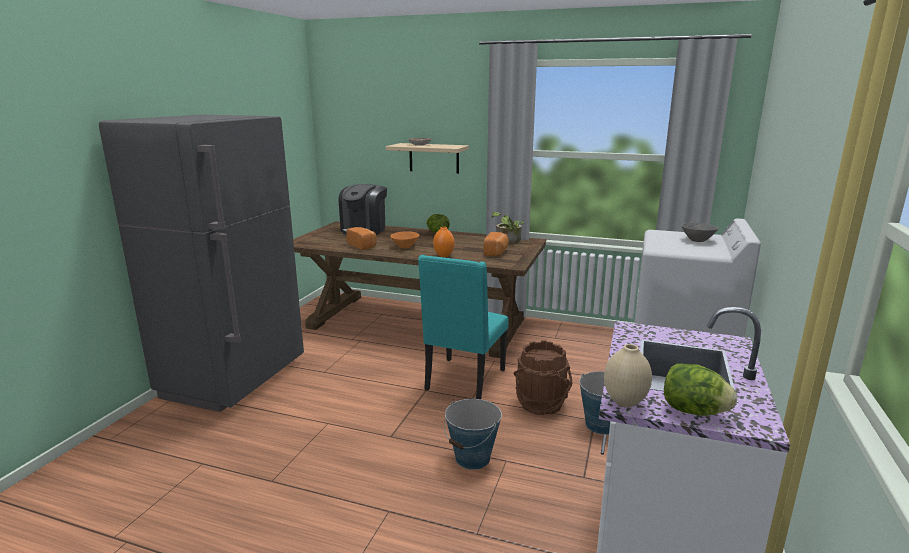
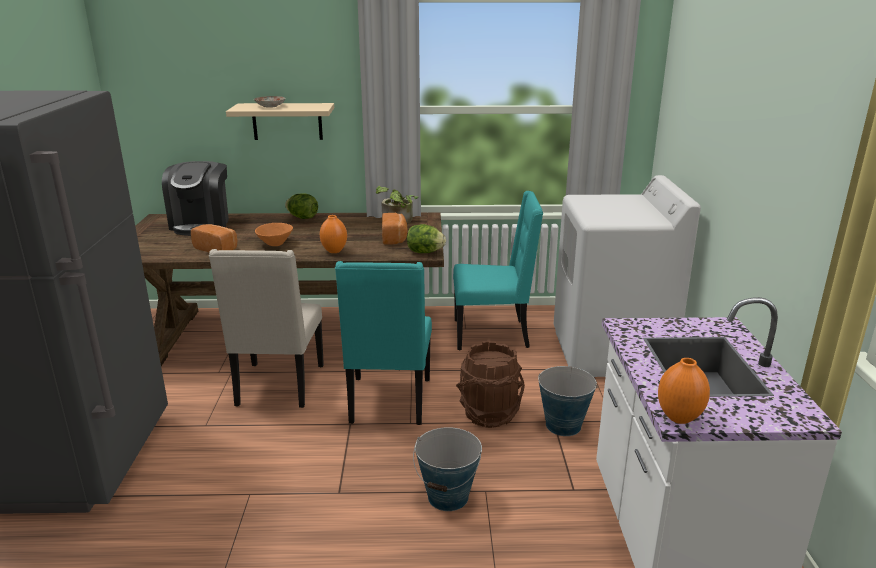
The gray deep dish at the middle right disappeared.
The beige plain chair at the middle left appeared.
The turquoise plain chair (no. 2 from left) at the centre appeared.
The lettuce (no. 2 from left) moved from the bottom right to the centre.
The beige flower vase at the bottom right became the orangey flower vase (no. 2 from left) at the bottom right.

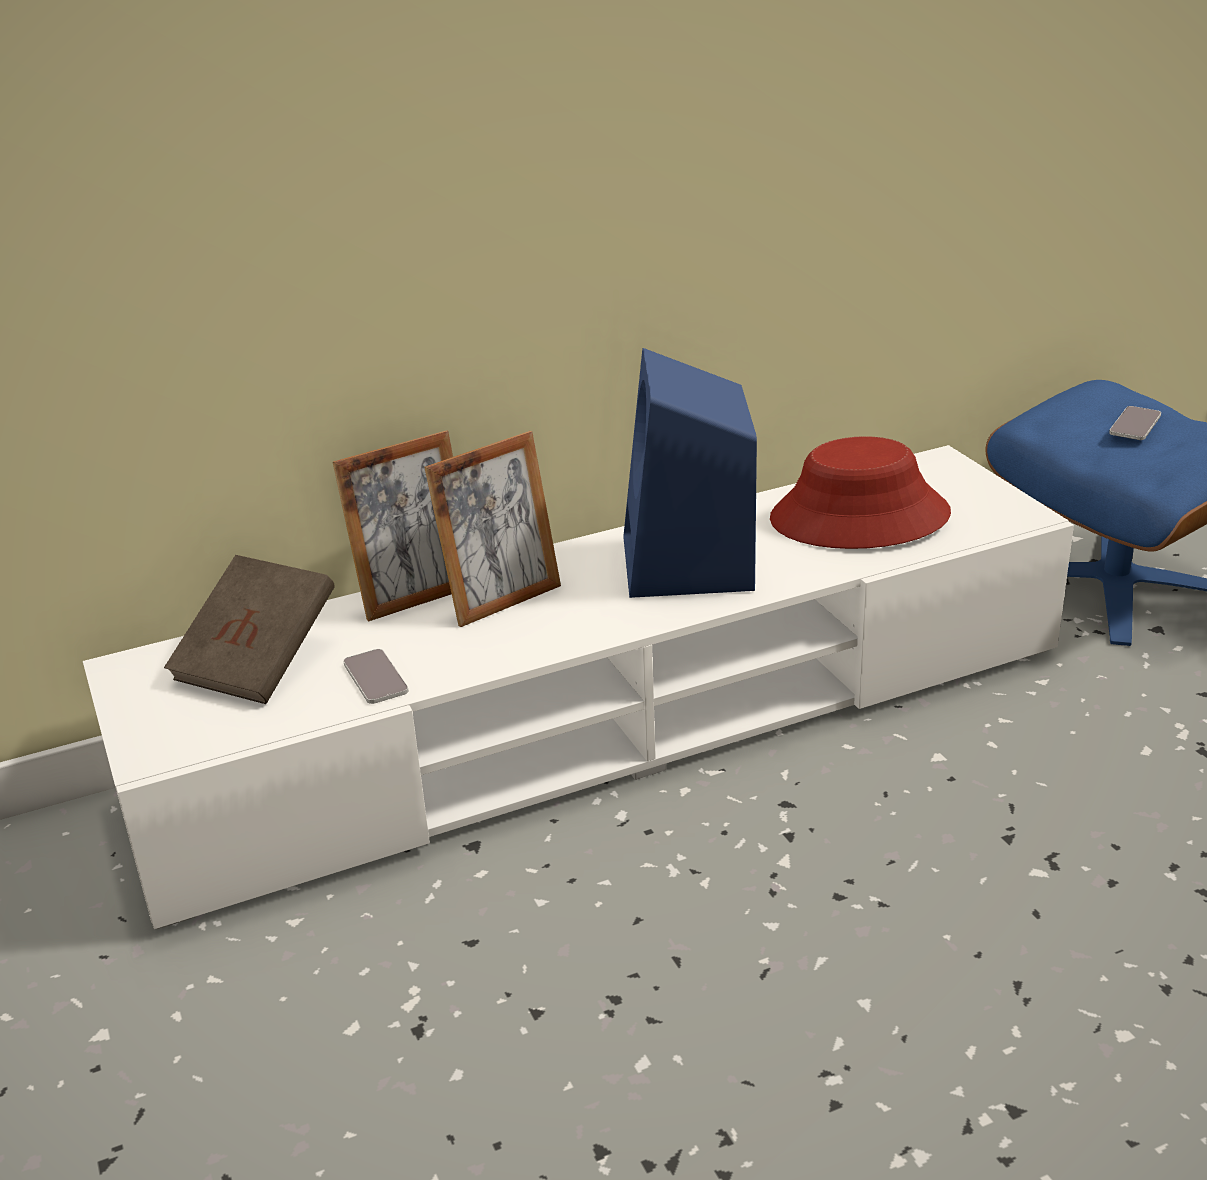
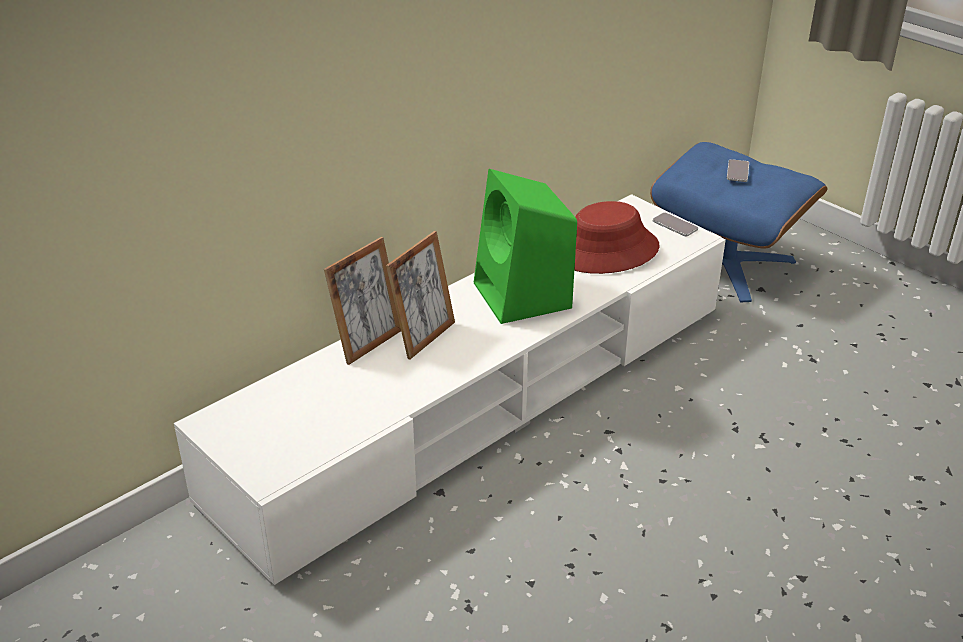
The brown-coloured bound book at the middle left disappeared.
The phone (no. 1 from left) moved from the middle left to the middle right.
The blue audio speaker at the centre became the green-coloured audio speaker at the centre.

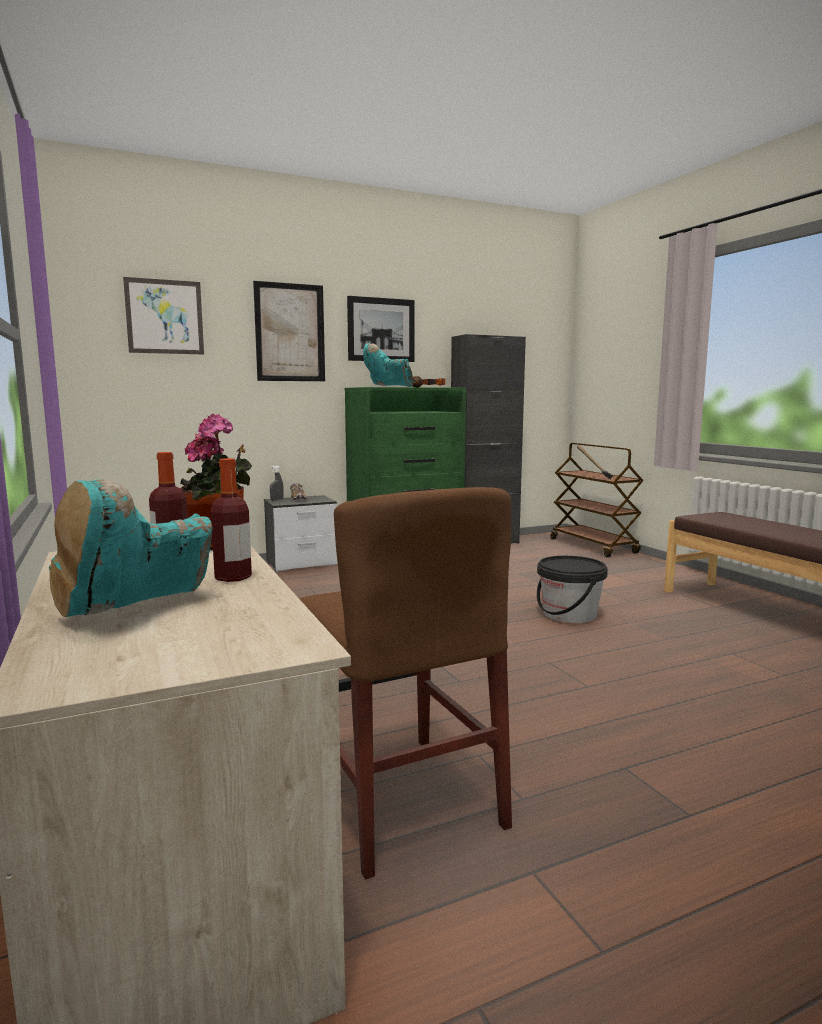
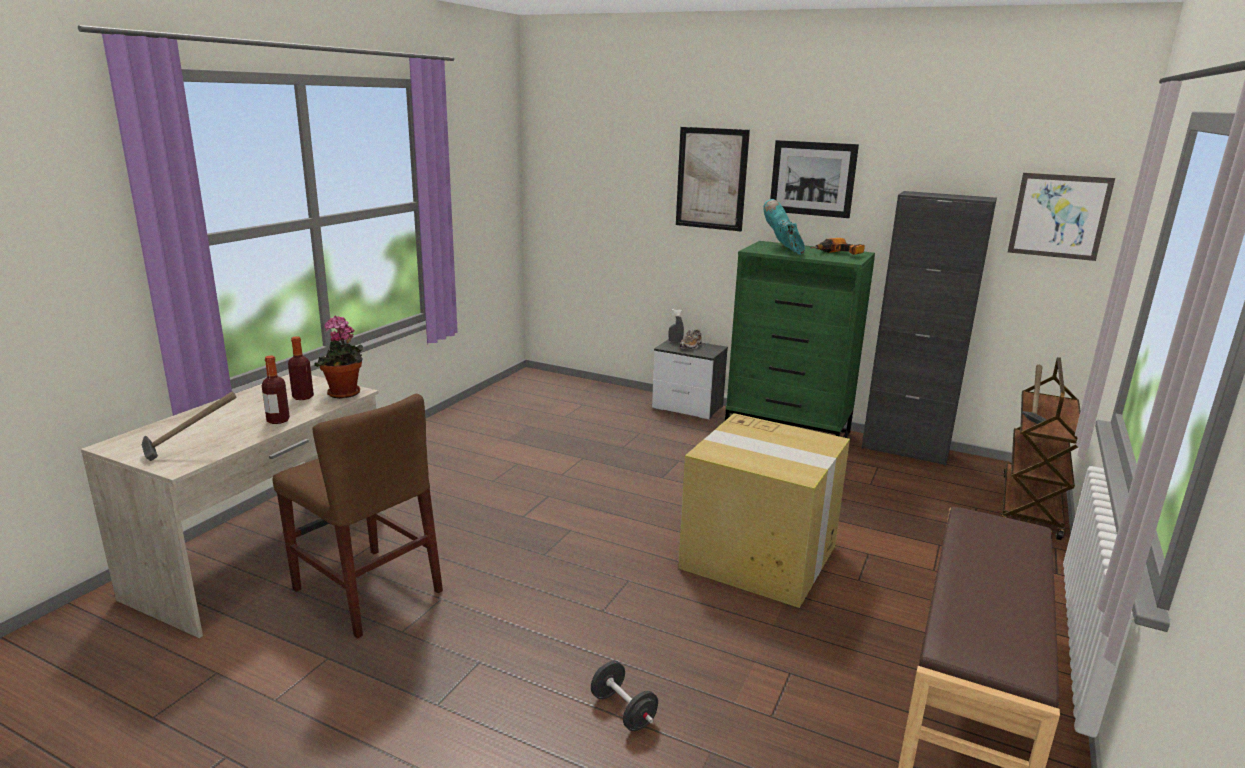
The turquoise tall boot (no. 1 from left) at the middle left disappeared.
The hammer (no. 1 from left) at the middle left appeared.
The blackish dumbbell at the bottom centre appeared.
The wall picture (no. 1 from left in the first image) moved from the top left to the top right.
The blackish water bucket at the middle right was replaced by the packing box at the centre.
The brown-coloured plain chair at the bottom centre turned 75 degrees counterclockwise.

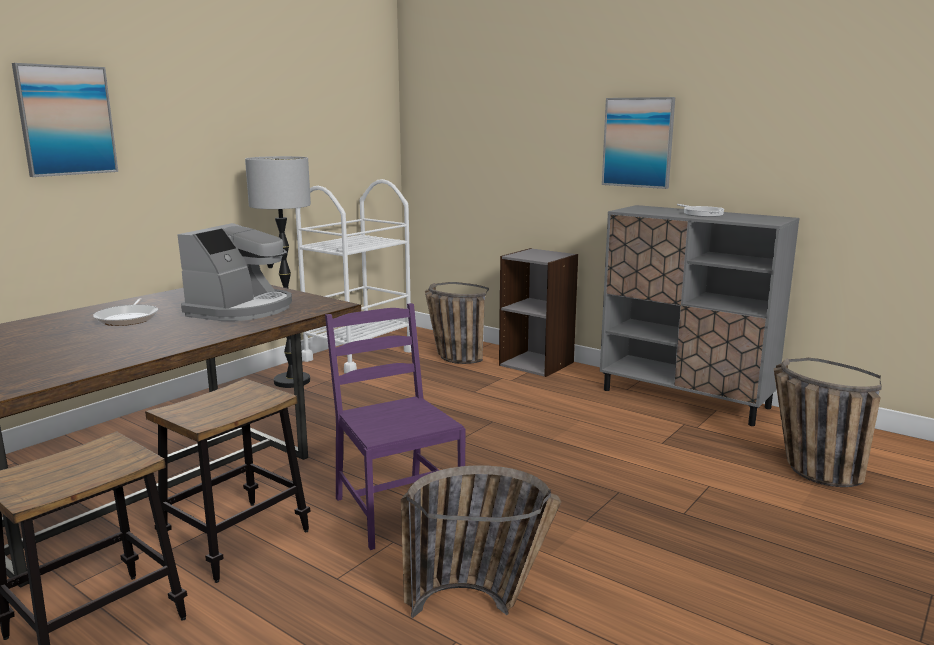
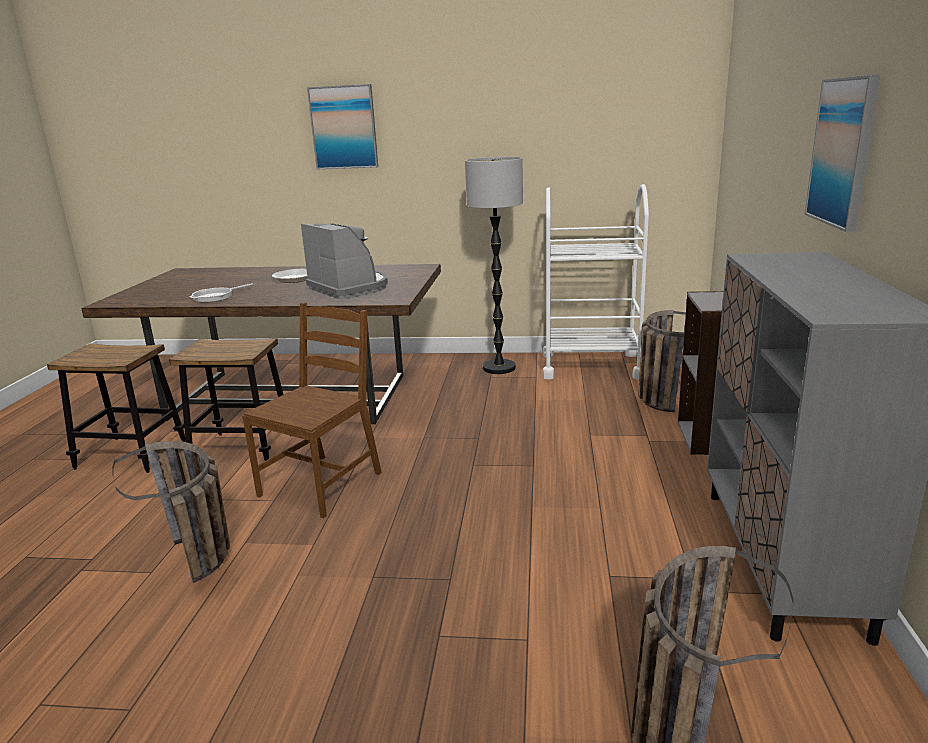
The pan (no. 2 from left in the first image) moved from the top right to the middle left.
The purple plain chair at the centre became the brown-coloured plain chair at the centre.
The coffee brewer at the middle left turned 120 degrees counterclockwise.

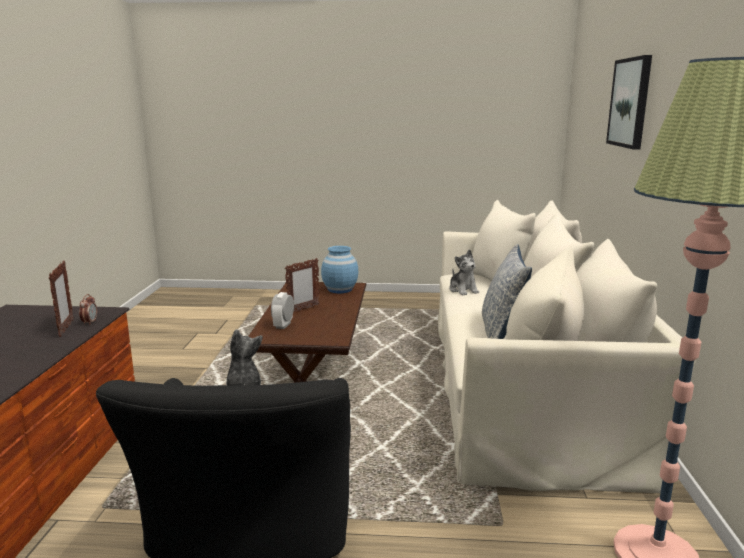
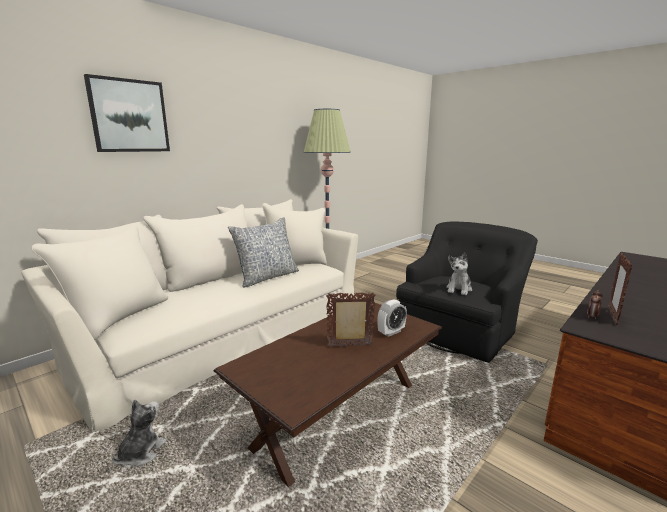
The blue flower vase at the centre disappeared.
The cuddly toy (no. 2 from left in the first image) moved from the centre to the bottom left.

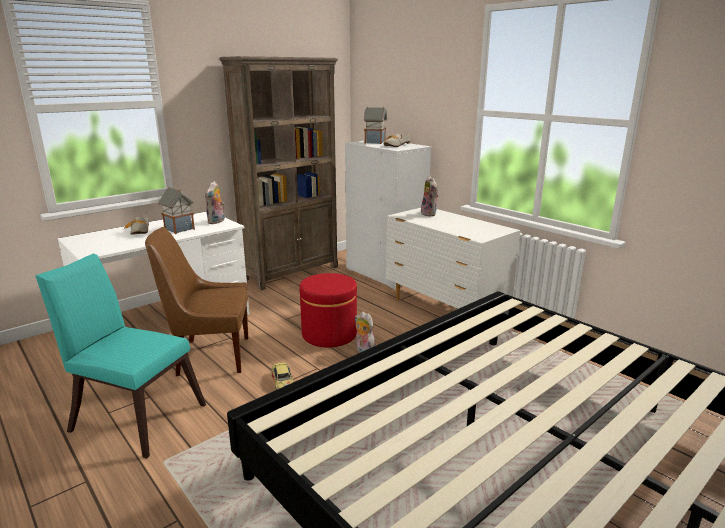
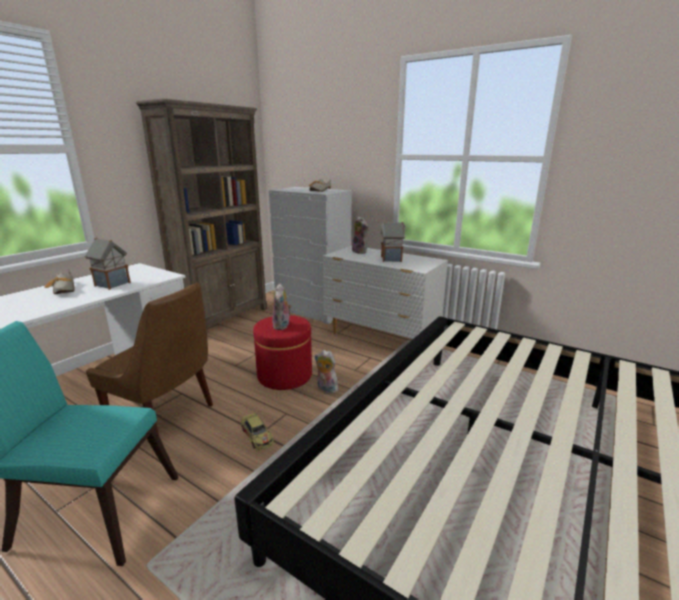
The cuddly toy (no. 1 from left) moved from the middle left to the centre.
The toy house (no. 2 from left) moved from the top centre to the centre.
The brown-coloured plain chair at the middle left turned 135 degrees counterclockwise.

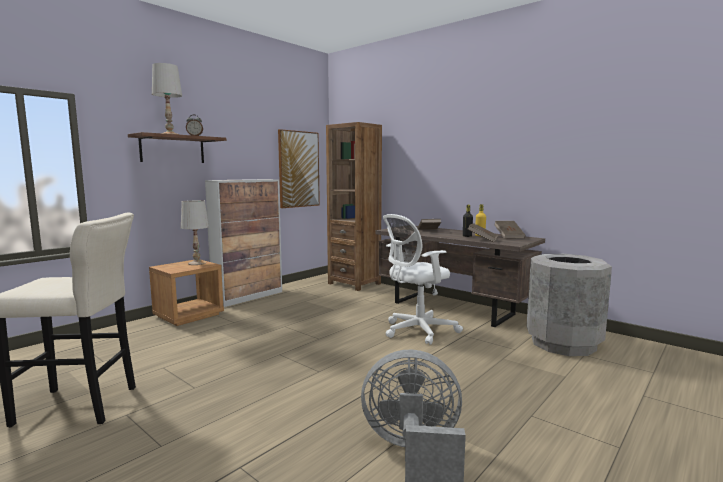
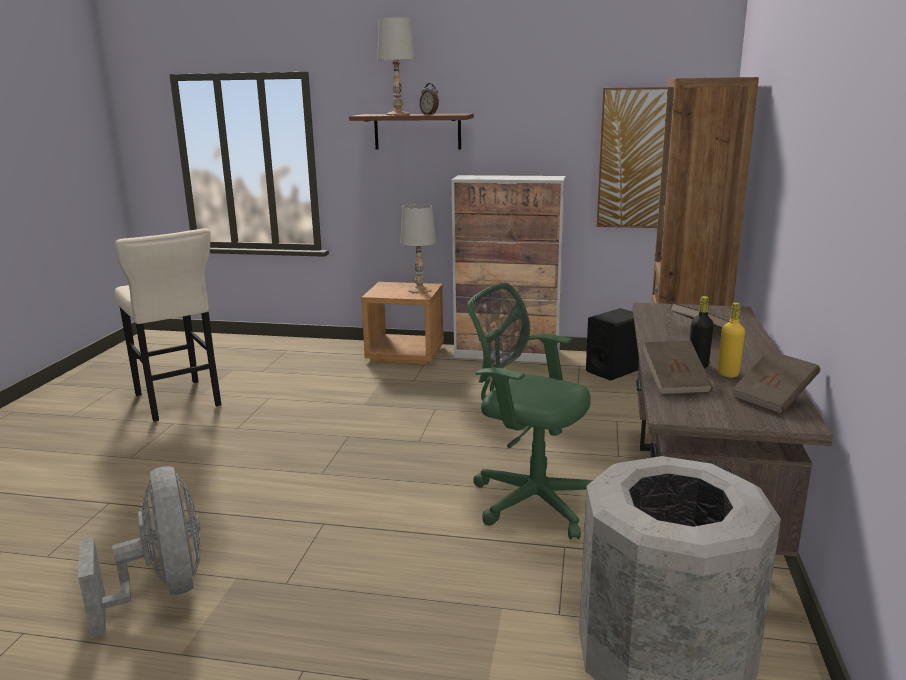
The blackish audio speaker at the middle right appeared.
The white-coloured computer chair at the centre became the green-coloured computer chair at the centre.

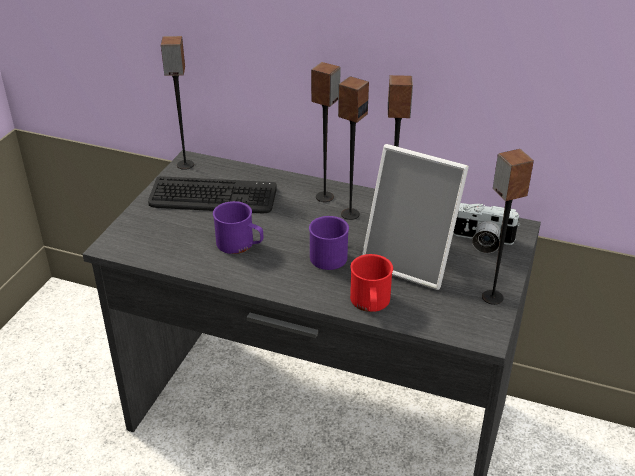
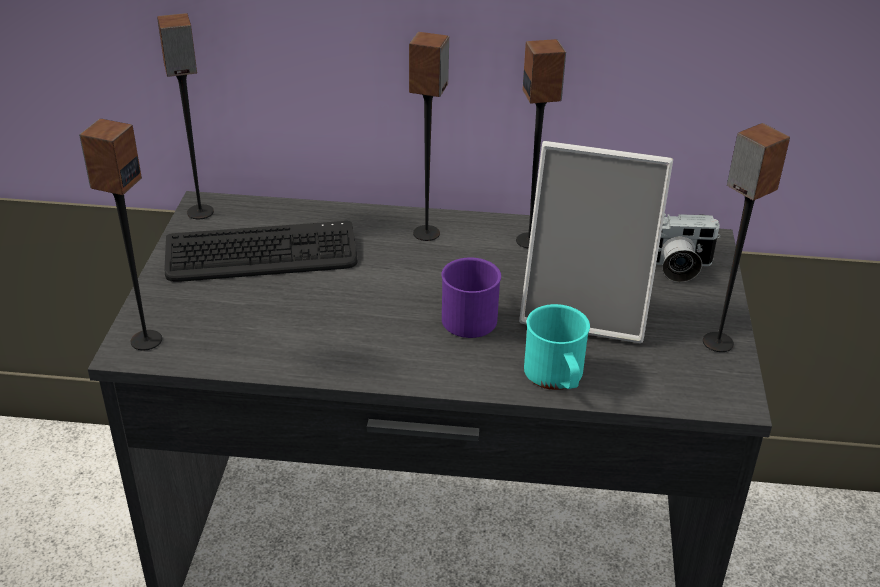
The purple mug (no. 1 from left) at the centre disappeared.
The audio speaker (no. 3 from left in the first image) moved from the top centre to the middle left.
The red mug at the centre became the turquoise mug at the centre.

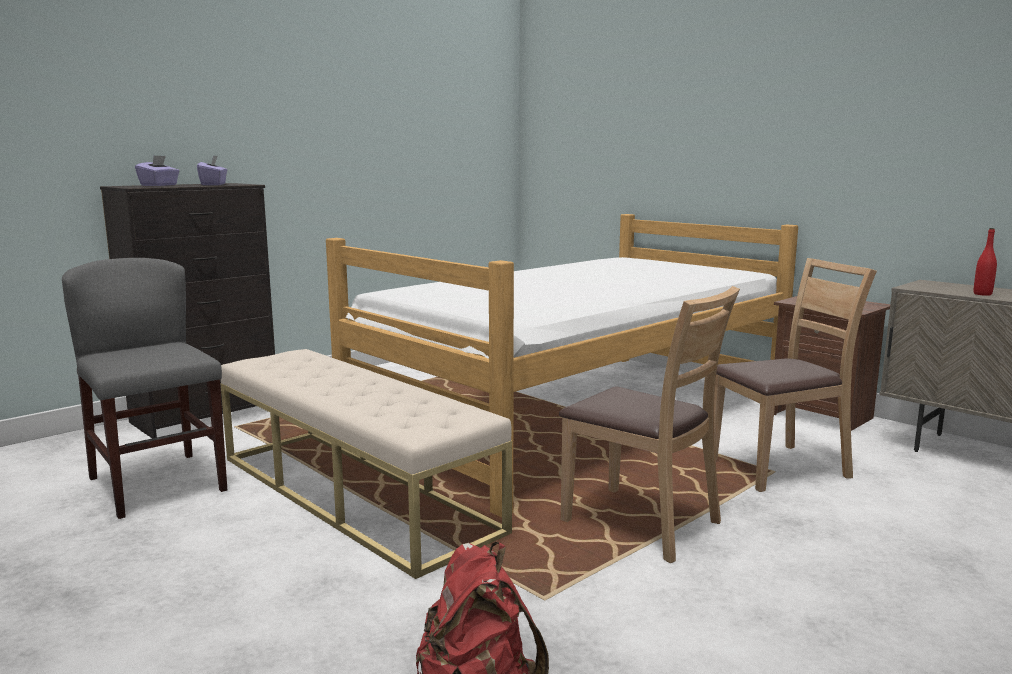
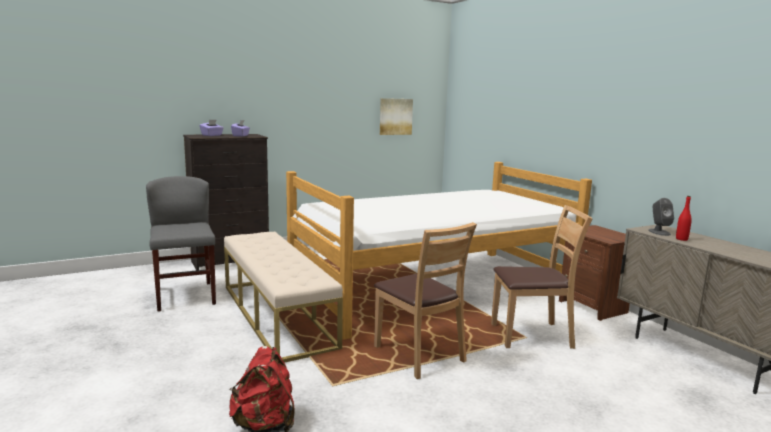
The wall picture at the top centre appeared.
The gray audio speaker at the middle right appeared.

